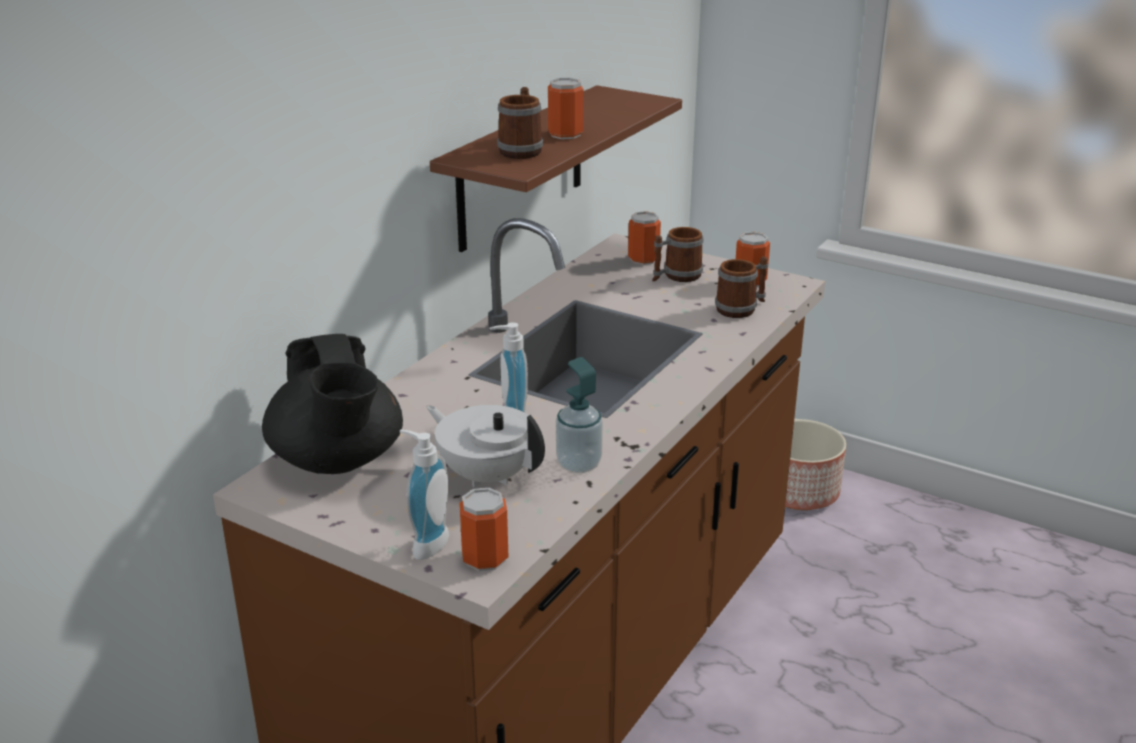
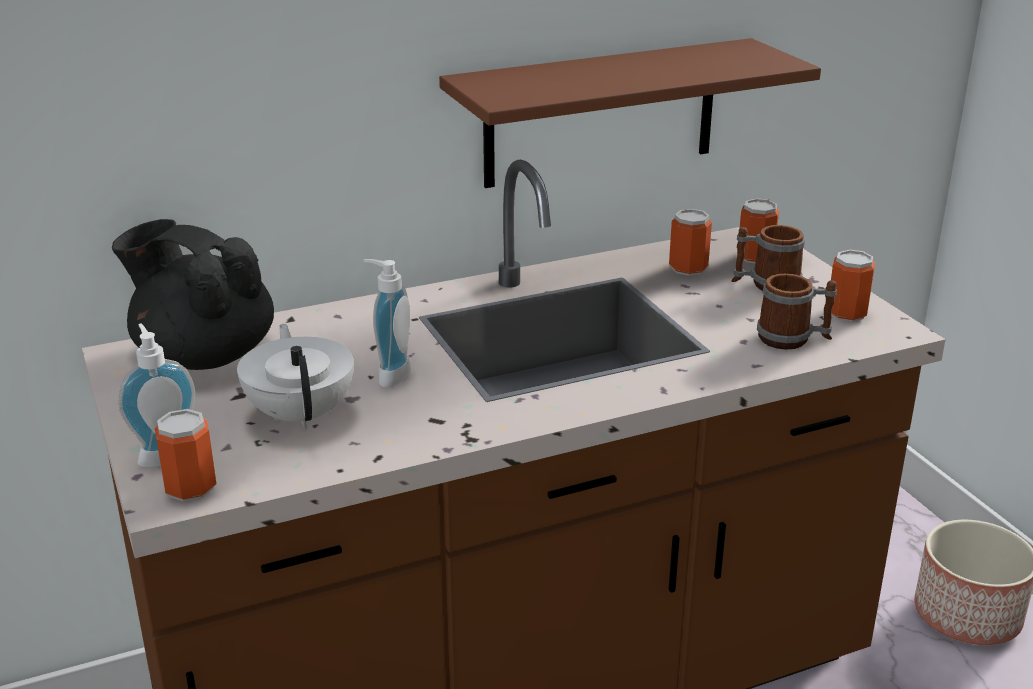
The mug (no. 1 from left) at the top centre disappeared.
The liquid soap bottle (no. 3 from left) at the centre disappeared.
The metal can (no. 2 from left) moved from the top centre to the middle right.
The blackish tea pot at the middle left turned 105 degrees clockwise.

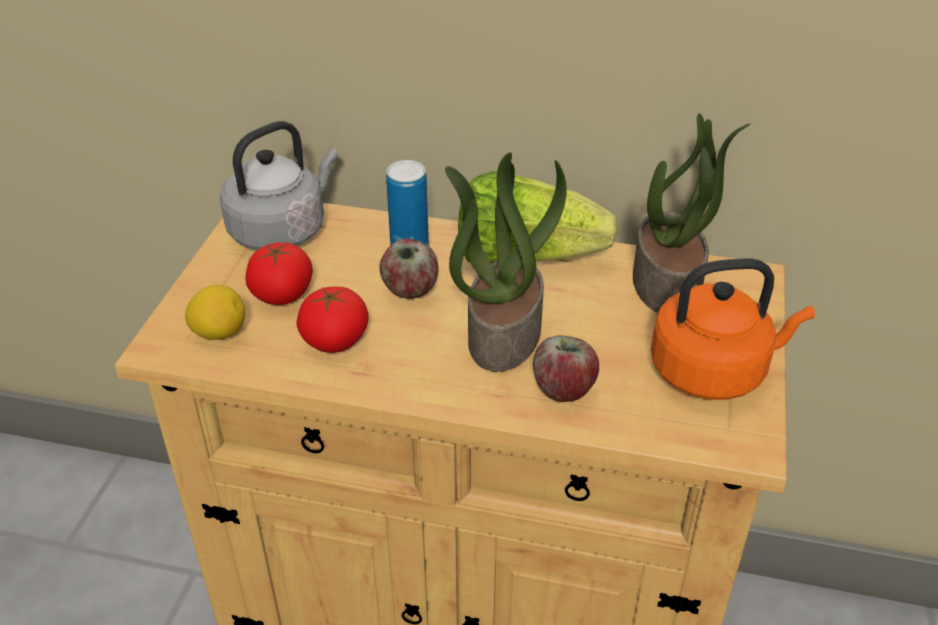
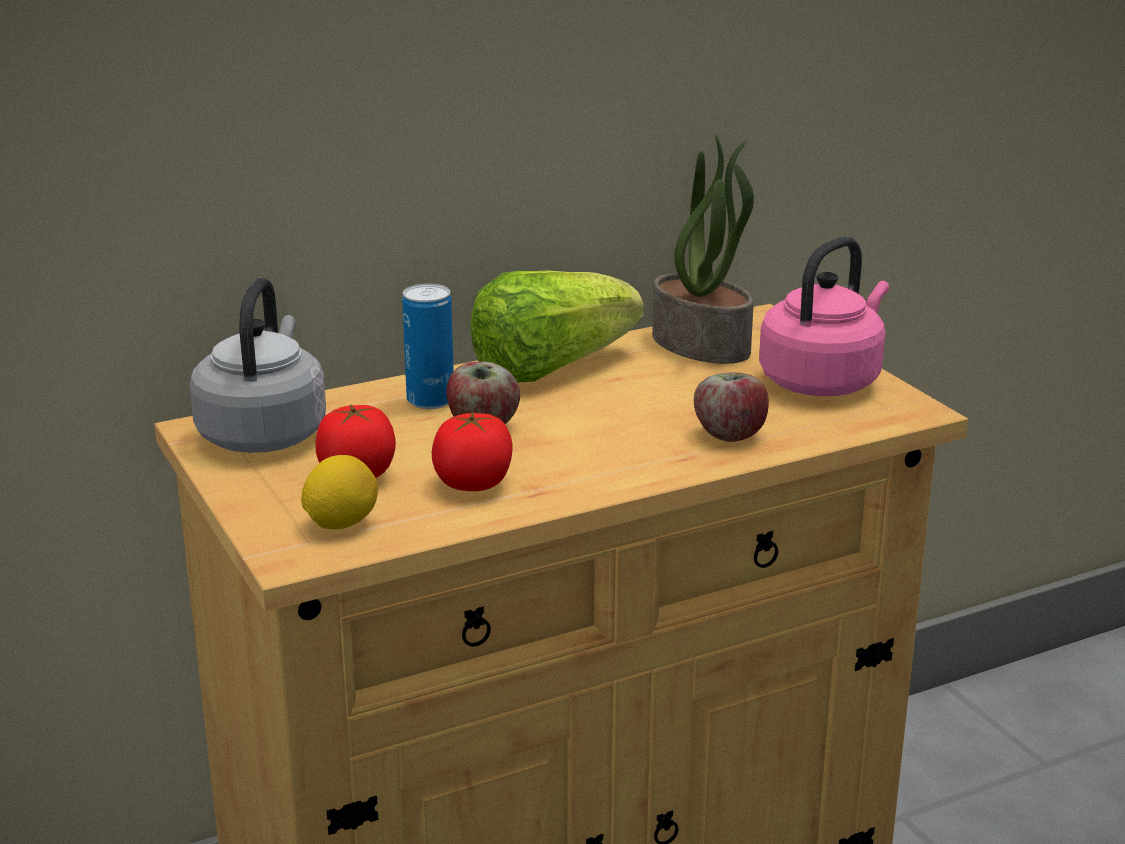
The plant in a pot (no. 1 from left) at the centre disappeared.
The orangey tea kettle at the middle right became the pinkish tea kettle at the middle right.

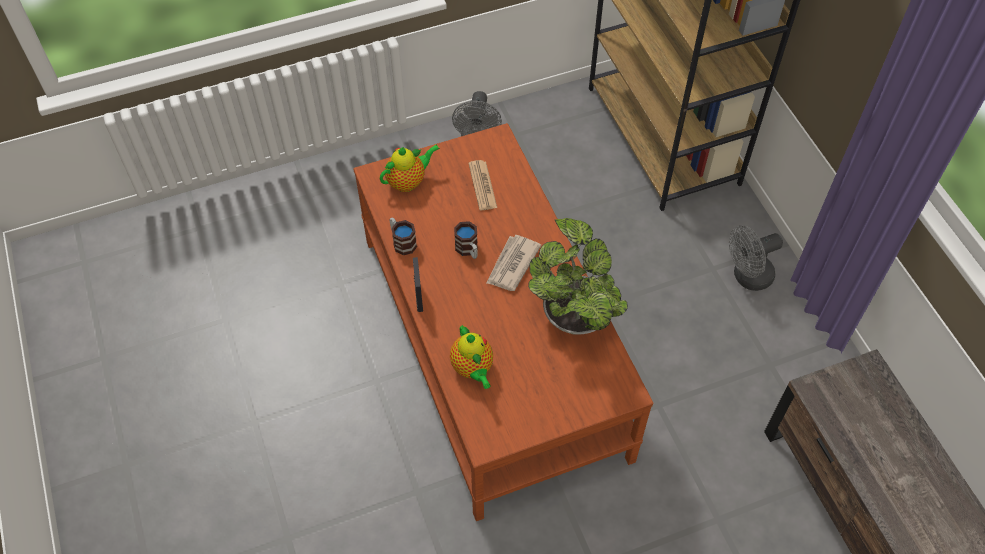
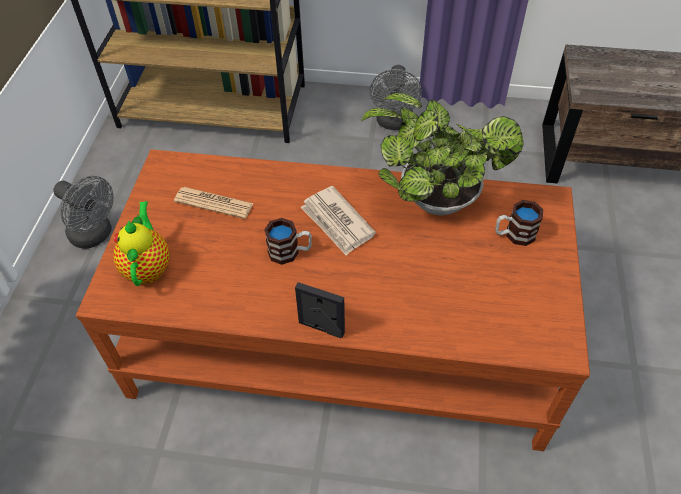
The tea pot (no. 2 from left) at the centre disappeared.
The mug (no. 1 from left in the first image) moved from the centre to the middle right.

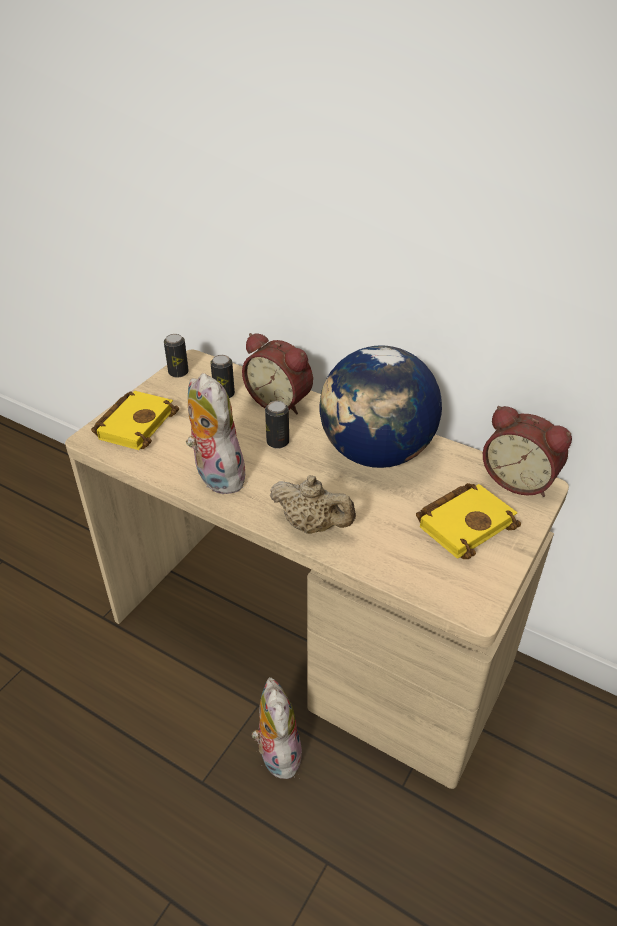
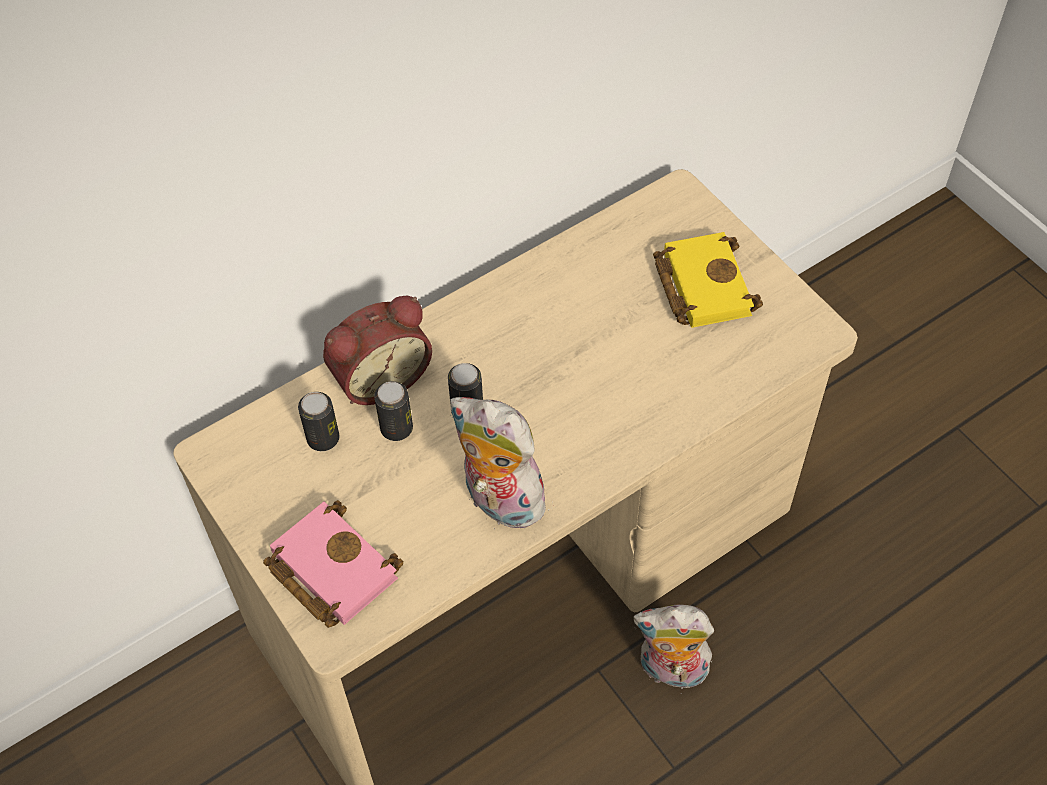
The beige tea pot at the centre disappeared.
The globe at the centre disappeared.
The bedside clock (no. 2 from left) at the middle right disappeared.
The metal can (no. 1 from left in the first image) moved from the middle left to the centre.
The yellow-coloured bound book (no. 1 from left) at the middle left became the pinkish bound book at the bottom left.
The cuddly toy (no. 1 from left) at the centre turned 45 degrees clockwise.

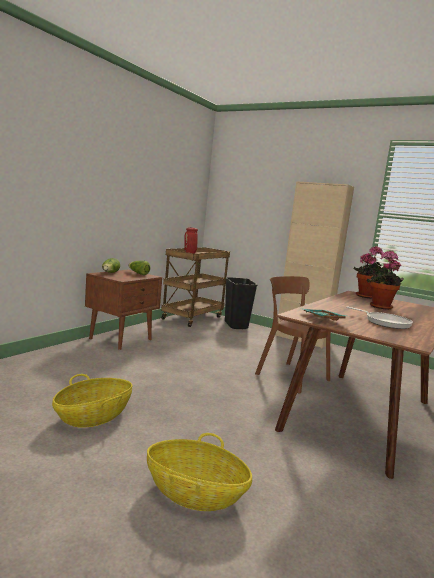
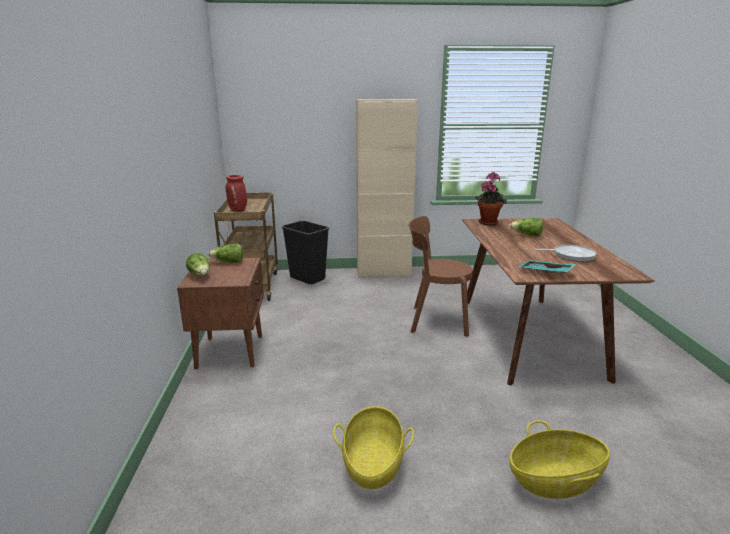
The plant in a pot (no. 2 from left) at the middle right was replaced by the lettuce (no. 3 from left) at the middle right.

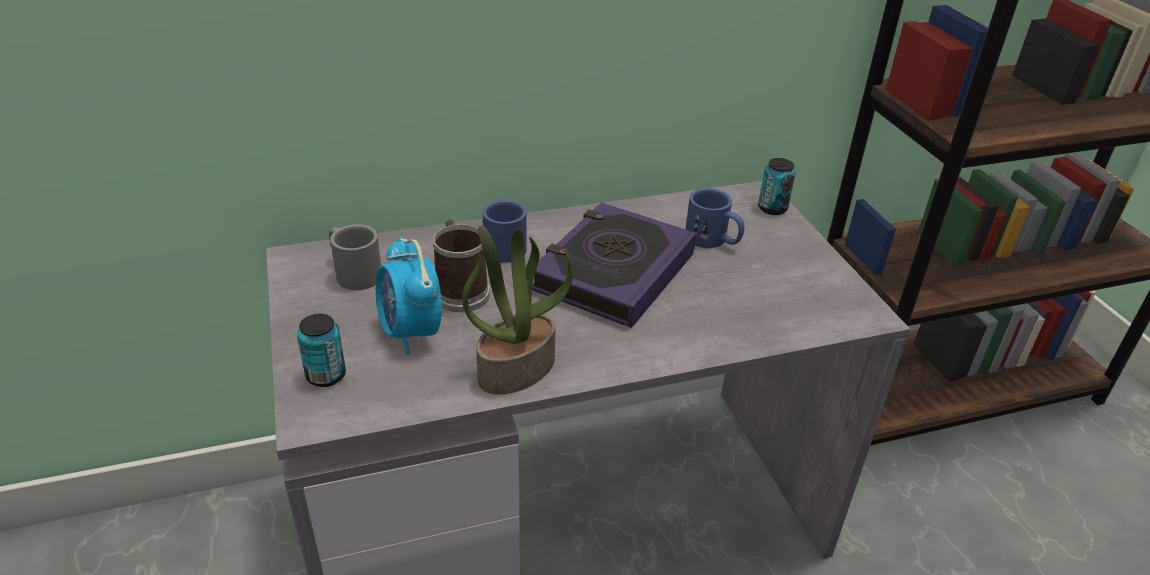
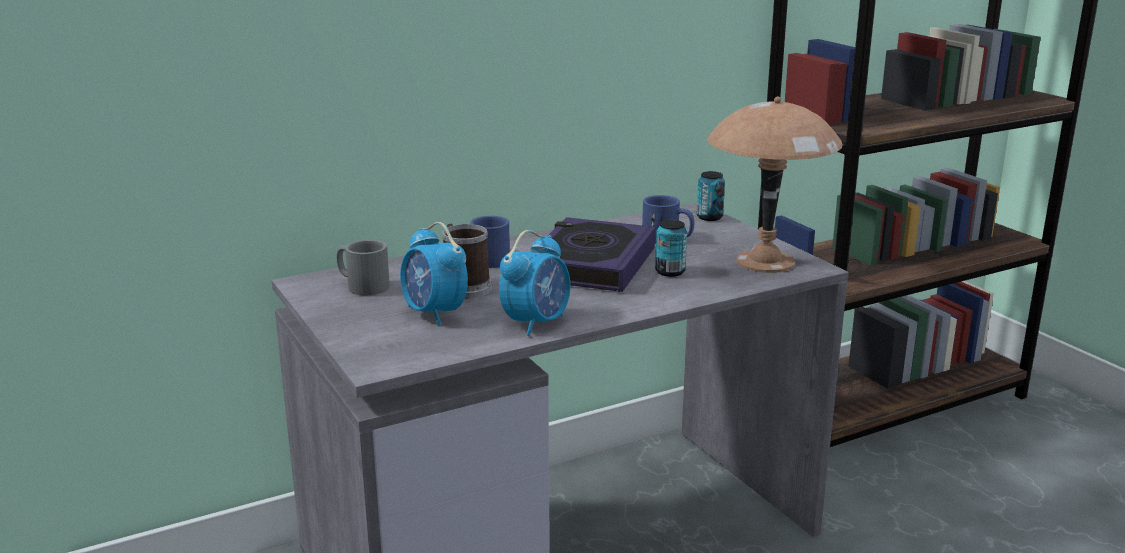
The brown-coloured tabletop lamp at the middle right appeared.
The metal can (no. 1 from left) moved from the middle left to the centre.
The plant in a pot at the centre was replaced by the bedside clock (no. 2 from left) at the centre.

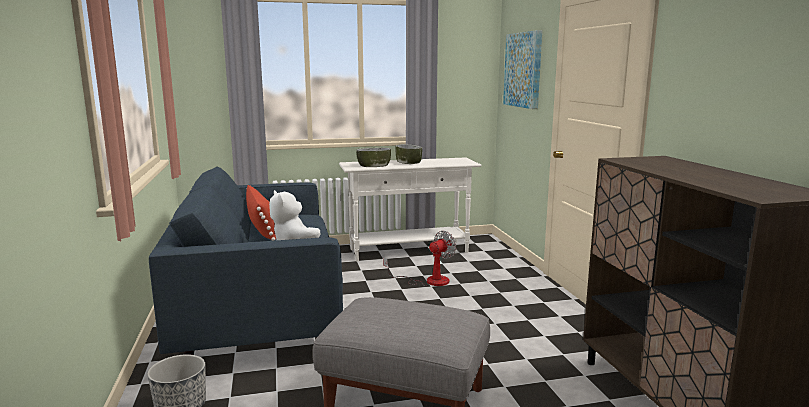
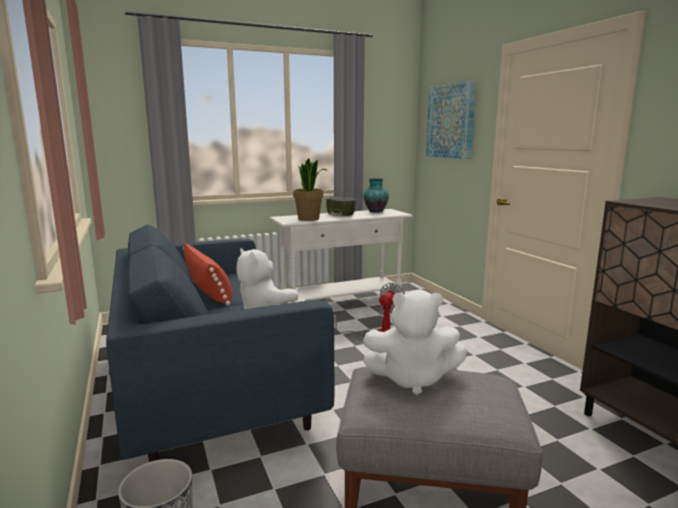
The white-coloured cuddly toy (no. 2 from left) at the bottom centre appeared.
The flower vase at the centre appeared.
The deep dish (no. 1 from left) at the centre was replaced by the plant in a pot at the centre.

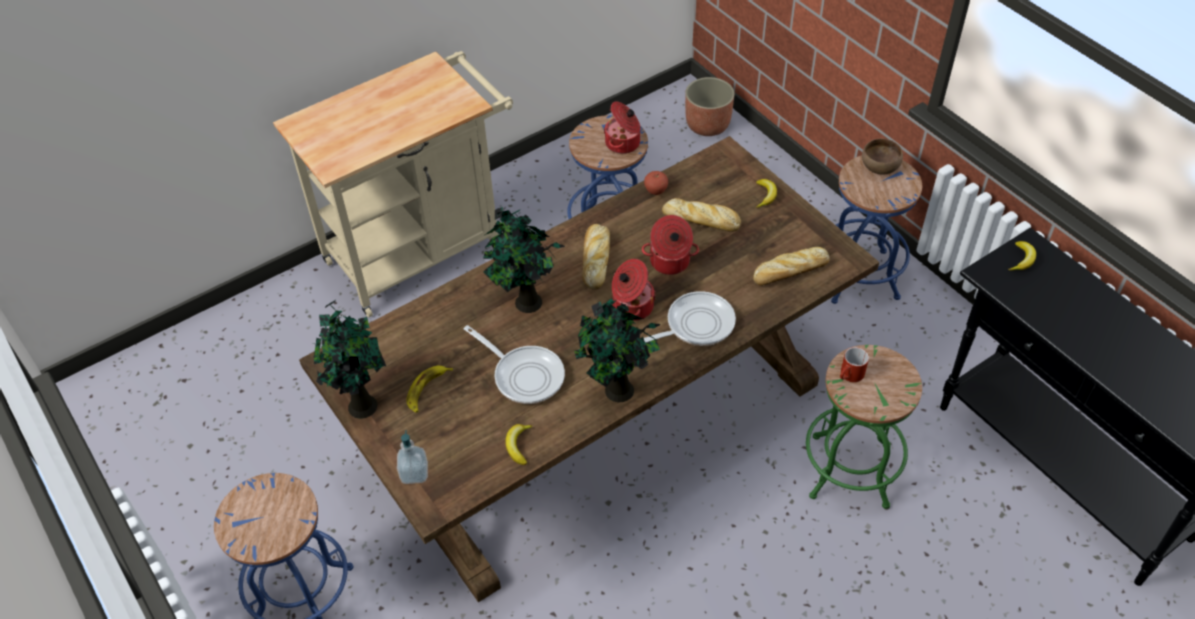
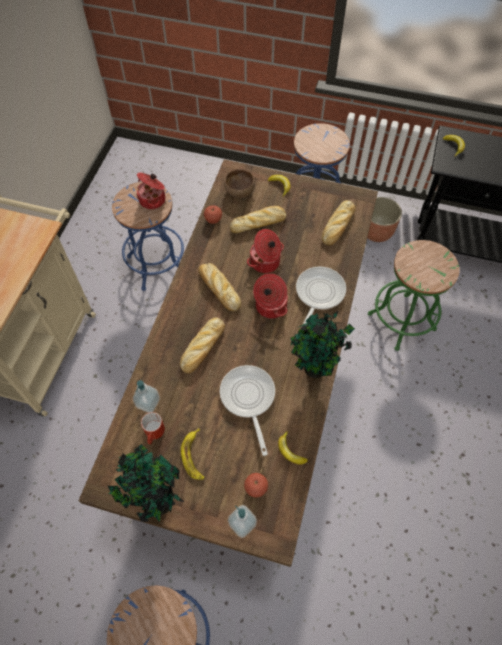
The liquid soap bottle (no. 1 from left) at the middle left appeared.
The apple (no. 2 from left) at the bottom centre appeared.
The flower pot moved from the top centre to the middle right.
The red mug moved from the middle right to the middle left.
The brown-coloured deep dish moved from the top right to the top centre.
The plant in a pot (no. 2 from left) at the centre was replaced by the bakery bread (no. 1 from left) at the centre.
The pan (no. 1 from left) at the centre turned 105 degrees counterclockwise.

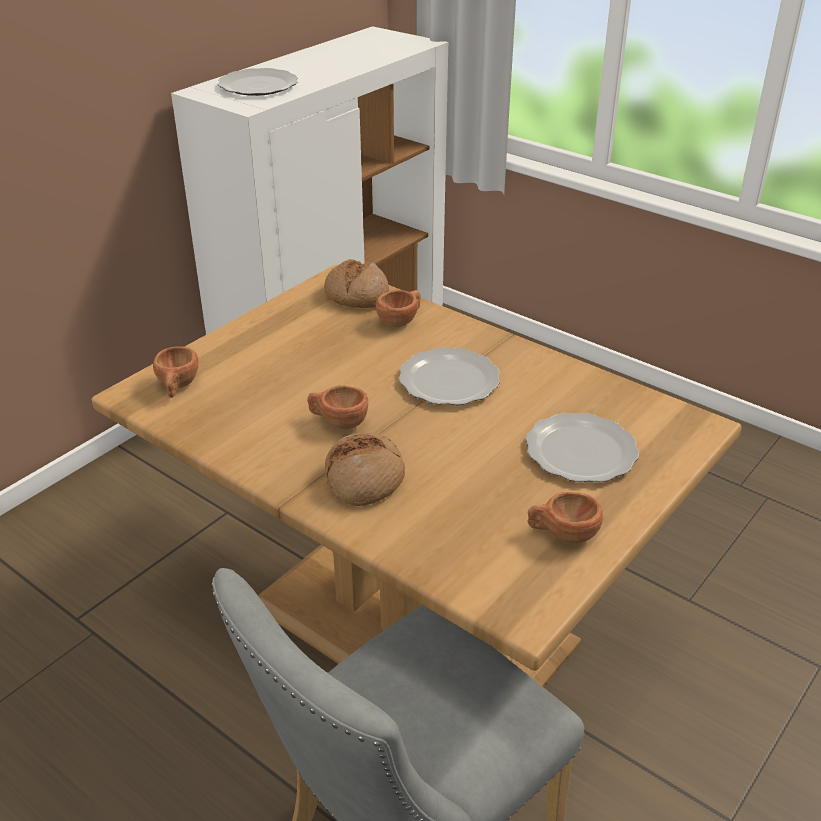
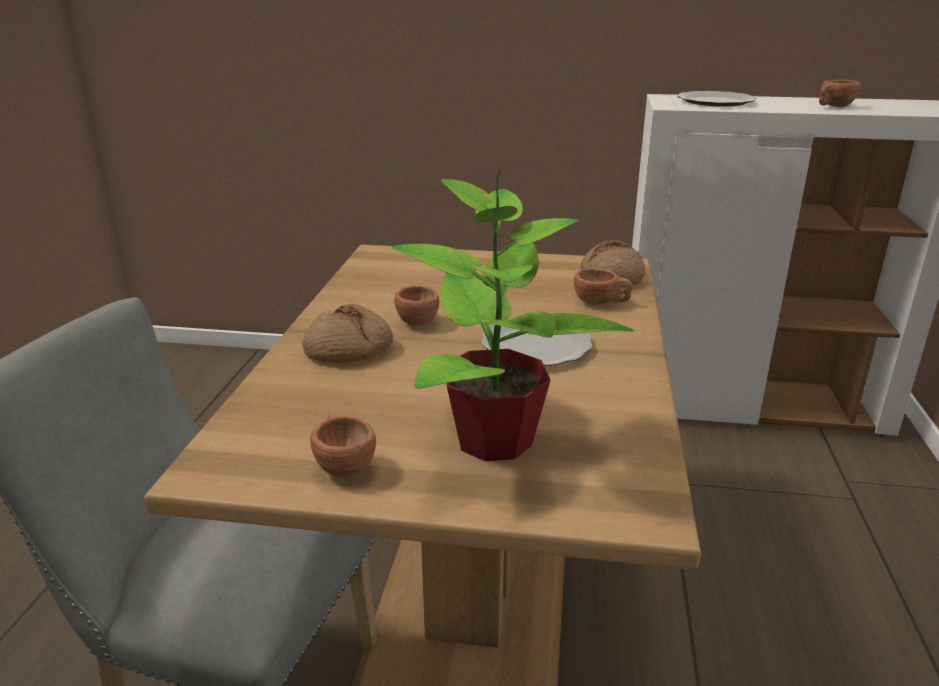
The brown-coloured small cup (no. 1 from left in the first image) moved from the middle left to the top right.
The dinner plate (no. 3 from left) at the middle right was replaced by the plant in a pot at the centre.

